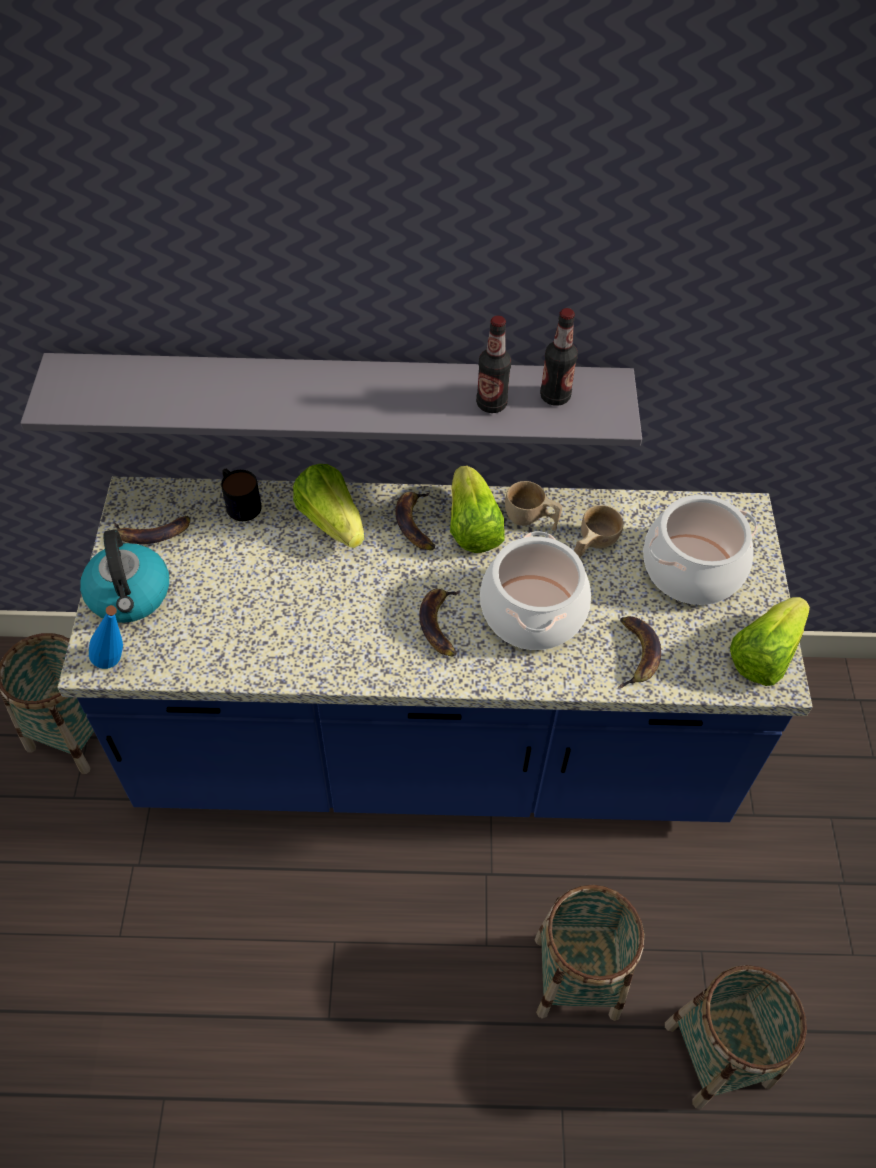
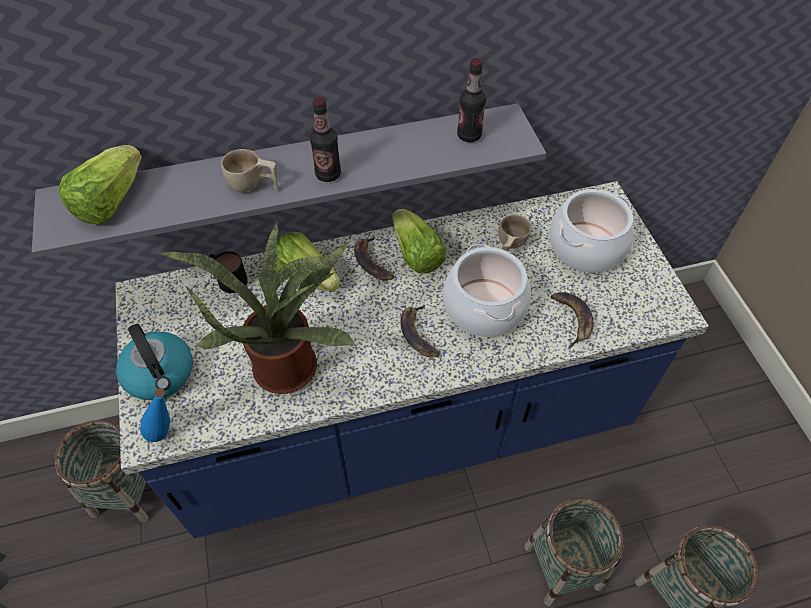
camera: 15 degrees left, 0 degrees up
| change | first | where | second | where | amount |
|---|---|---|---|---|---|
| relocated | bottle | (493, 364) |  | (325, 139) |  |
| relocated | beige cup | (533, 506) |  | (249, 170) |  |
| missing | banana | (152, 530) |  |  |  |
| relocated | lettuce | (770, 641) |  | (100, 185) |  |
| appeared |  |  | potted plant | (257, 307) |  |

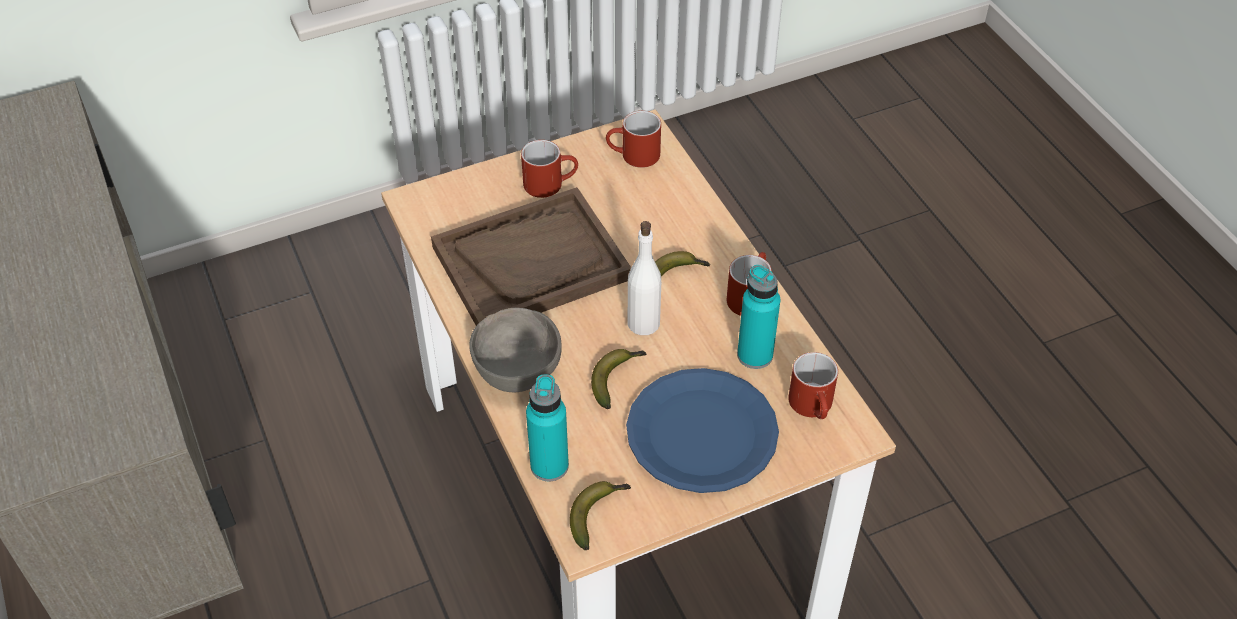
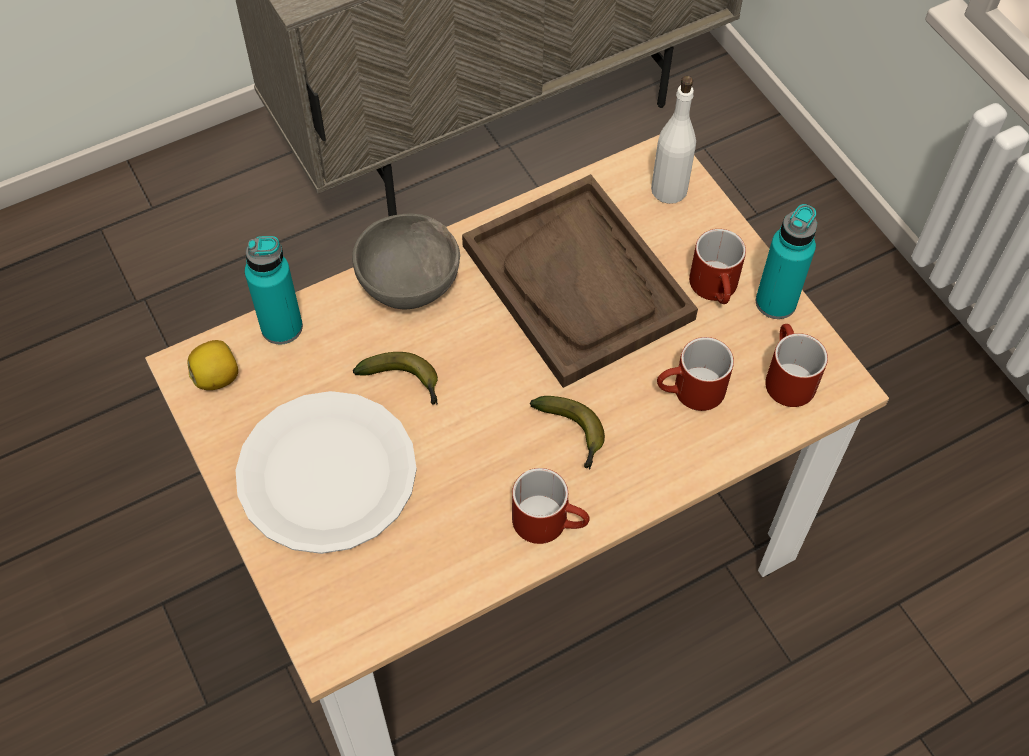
camera: 85 degrees right, 10 degrees up
| change | first | where | second | where | amount |
|---|---|---|---|---|---|
| relocated | white bottle | (644, 278) |  | (673, 140) |  |
| relocated | turquoise bottle | (758, 317) |  | (786, 261) |  |
| relocated | red mug | (813, 385) |  | (695, 374) |  |
| colour | blue plate | (702, 430) | white plate | (326, 472) |  |
| exchanged | banana | (600, 515) | lemon | (213, 365) |  |

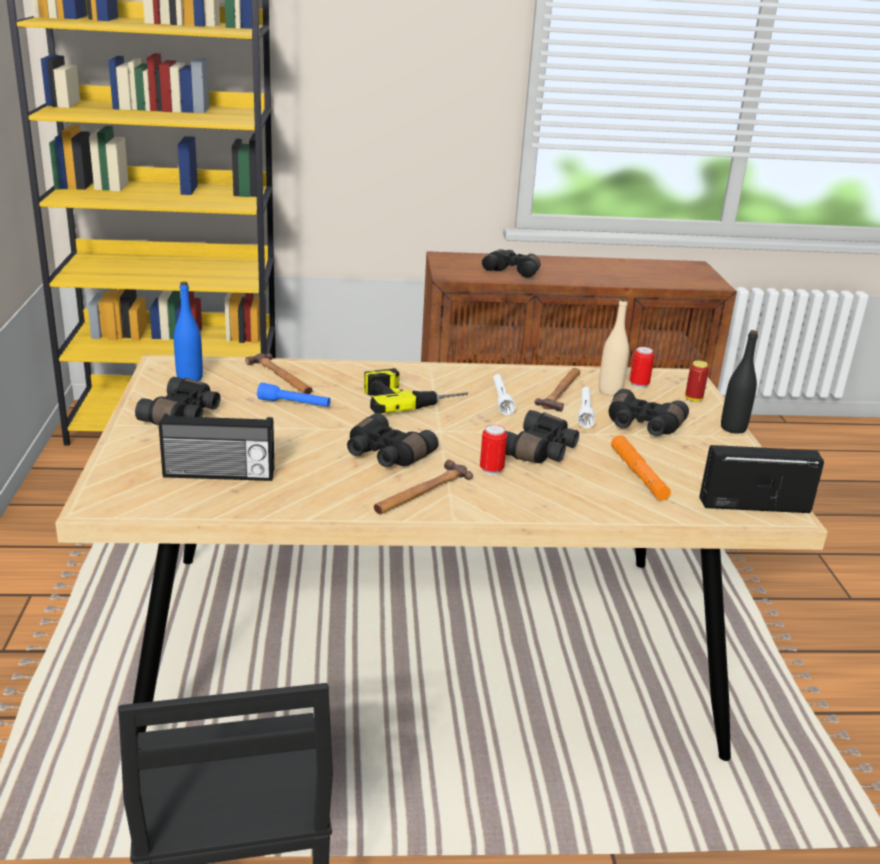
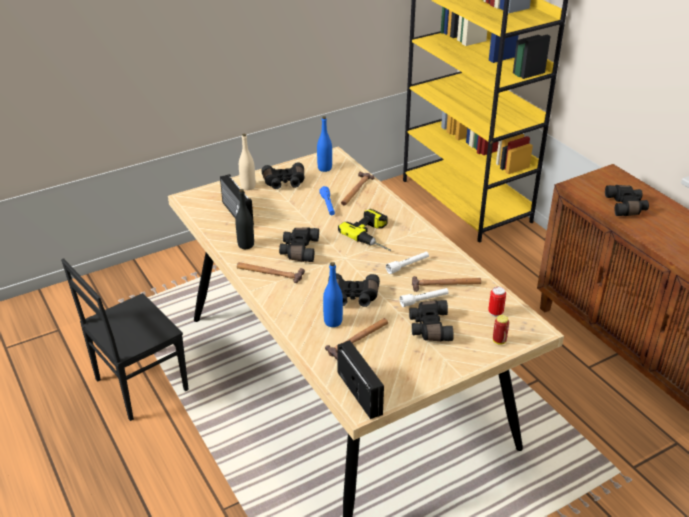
camera: 65 degrees right, 10 degrees up
| change | first | where | second | where | amount |
|---|---|---|---|---|---|
| relocated | beige bottle | (614, 347) |  | (247, 162) |  |
| relocated | black bottle | (739, 382) |  | (245, 219) |  |
| missing | can | (493, 450) |  |  |  |
| exchanged | orange flashlight | (641, 468) | hammer | (356, 339) |  |
| appeared |  |  | blue bottle | (333, 294) |  |

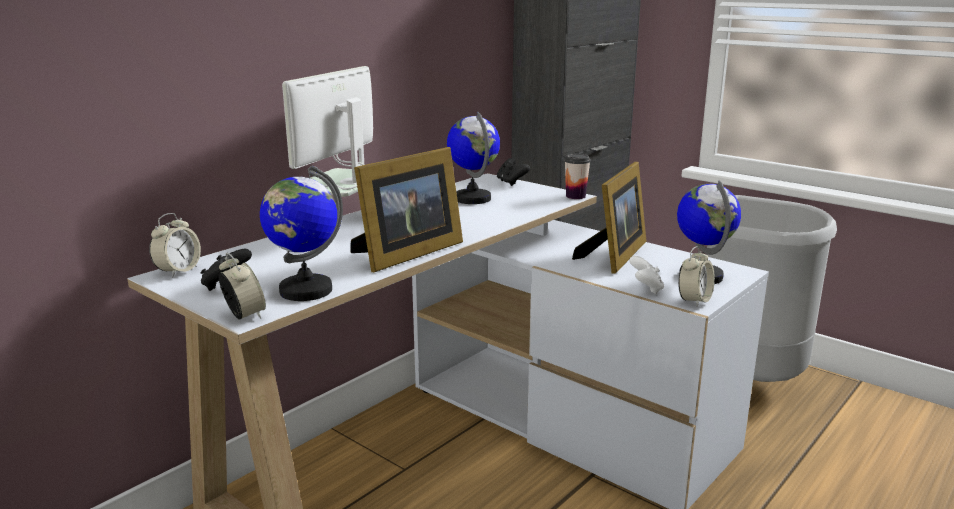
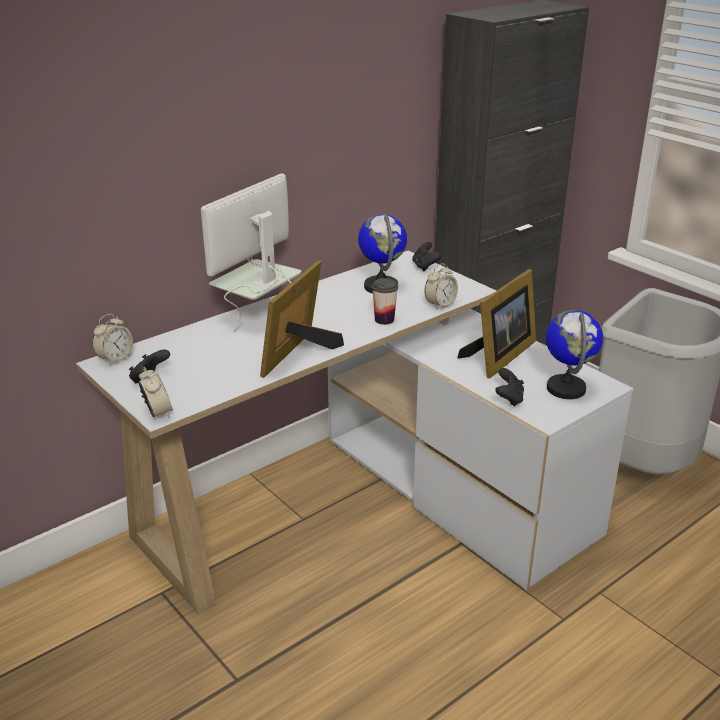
camera: 10 degrees right, 10 degrees up
| change | first | where | second | where | amount |
|---|---|---|---|---|---|
| spun | picture frame | (406, 209) |  | (302, 319) | 150 degrees clockwise |
| relocated | cup | (577, 176) |  | (385, 301) |  |
| missing | globe | (301, 233) |  |  |  |
| relocated | alarm clock | (696, 276) |  | (441, 287) |  |
| colour | white game controller | (646, 275) | black game controller | (509, 387) |  |

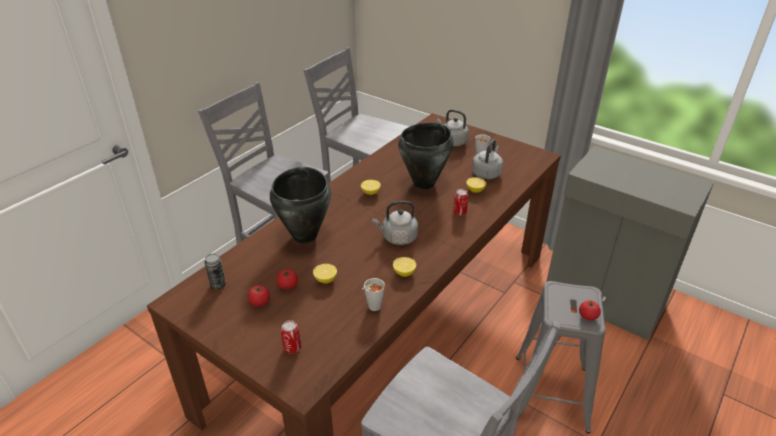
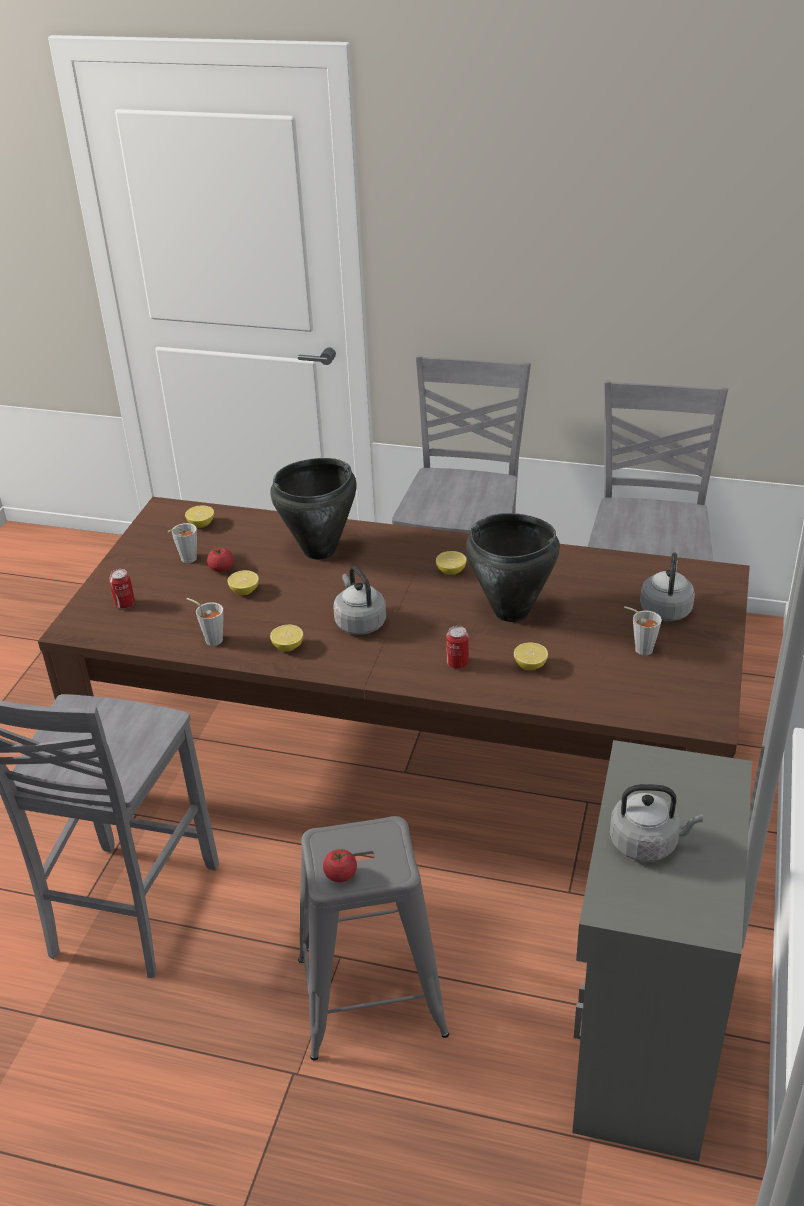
camera: 70 degrees right, 0 degrees up
| change | first | where | second | where | amount |
|---|---|---|---|---|---|
| relocated | grey kettle | (487, 159) |  | (656, 823) |  |
| exchanged | can | (215, 271) | lemon | (199, 517) |  |
| exchanged | tomato | (259, 296) | grey cup | (182, 543) |  |

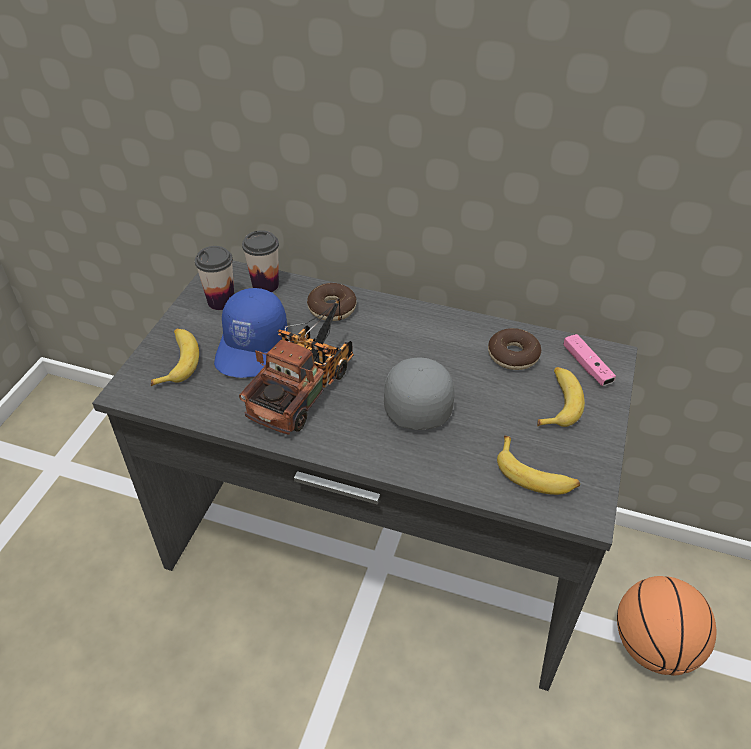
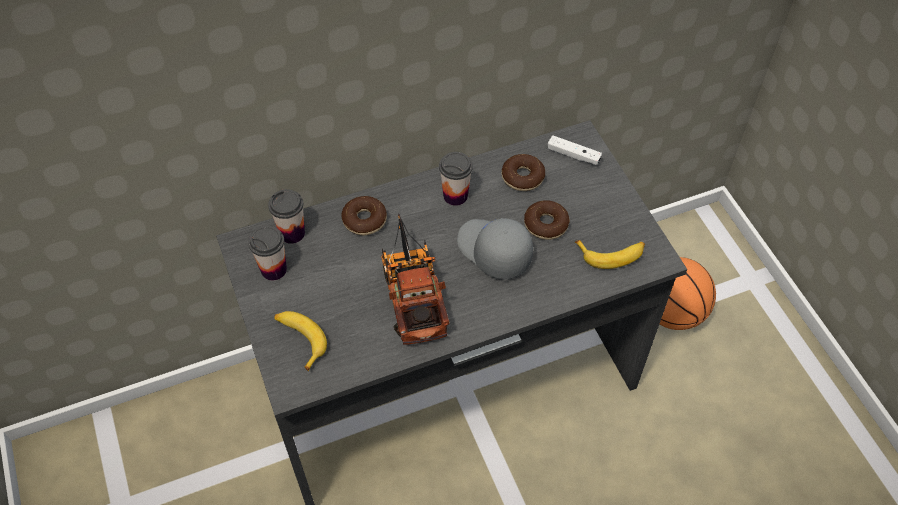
camera: 40 degrees left, 10 degrees up
| change | first | where | second | where | amount |
|---|---|---|---|---|---|
| missing | blue cap | (250, 333) |  |  |  |
| colour | pink game controller | (589, 360) | white game controller | (575, 150) |  |
| missing | banana | (561, 397) |  |  |  |
| appeared |  |  | cup | (456, 179) |  |
| appeared |  |  | donut | (547, 220) |  |

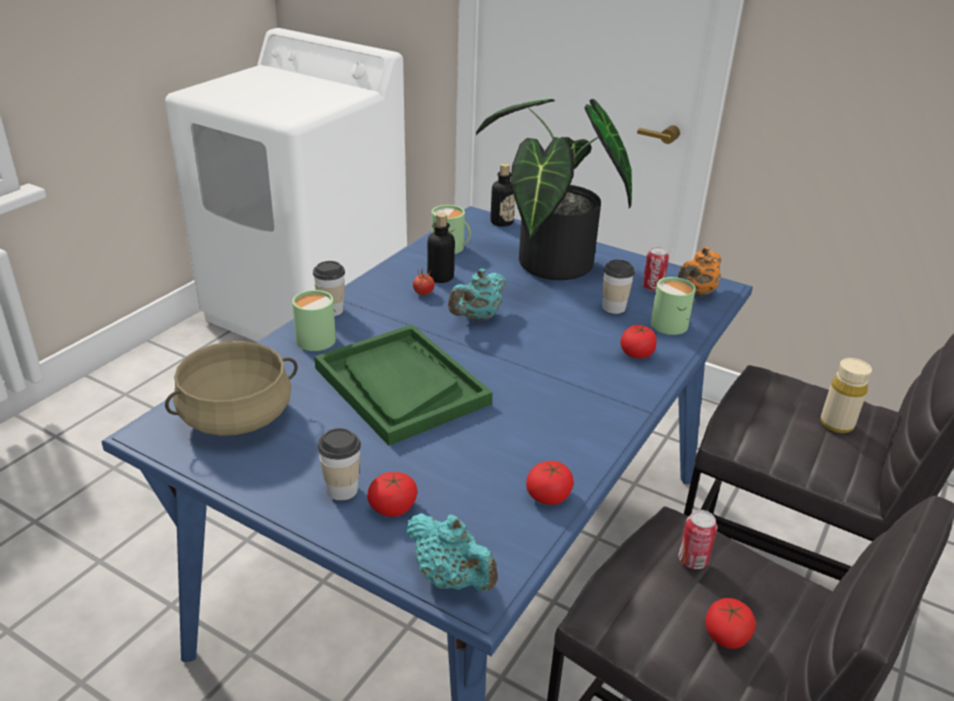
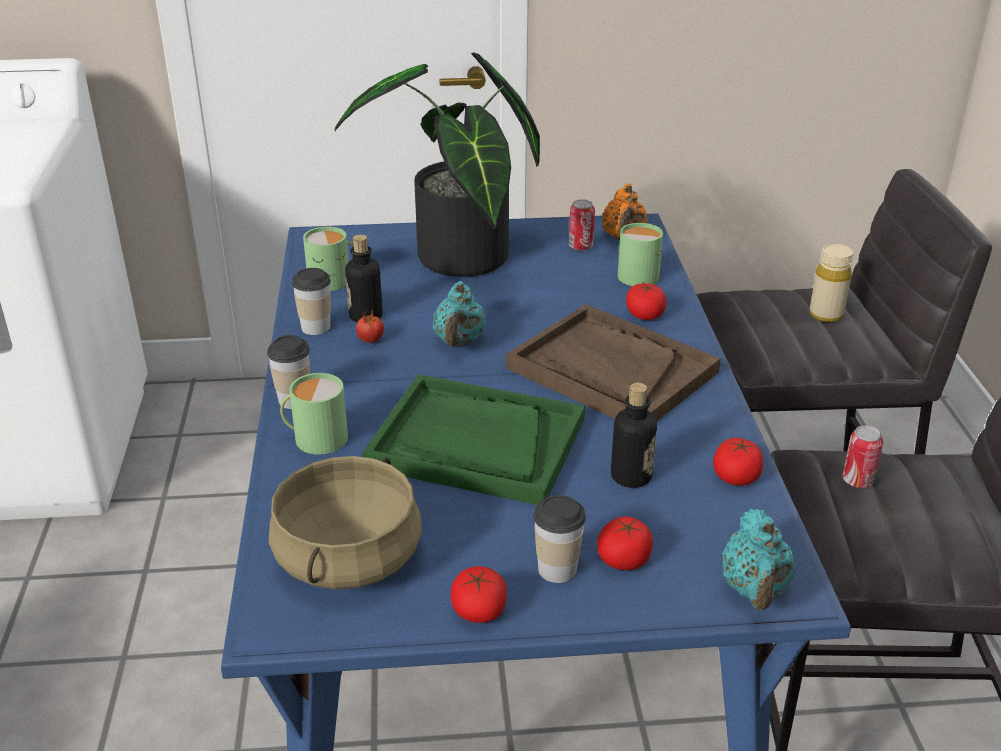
camera: 35 degrees left, 0 degrees up
| change | first | where | second | where | amount |
|---|---|---|---|---|---|
| relocated | bottle | (502, 195) |  | (634, 435) |  |
| relocated | cup | (618, 287) |  | (311, 301) |  |
| spun | turquoise teapot | (451, 552) |  | (758, 559) | 90 degrees clockwise |
| relocated | tomato | (730, 623) |  | (479, 594) |  |
| appeared |  |  | brown tray | (613, 362) |  |

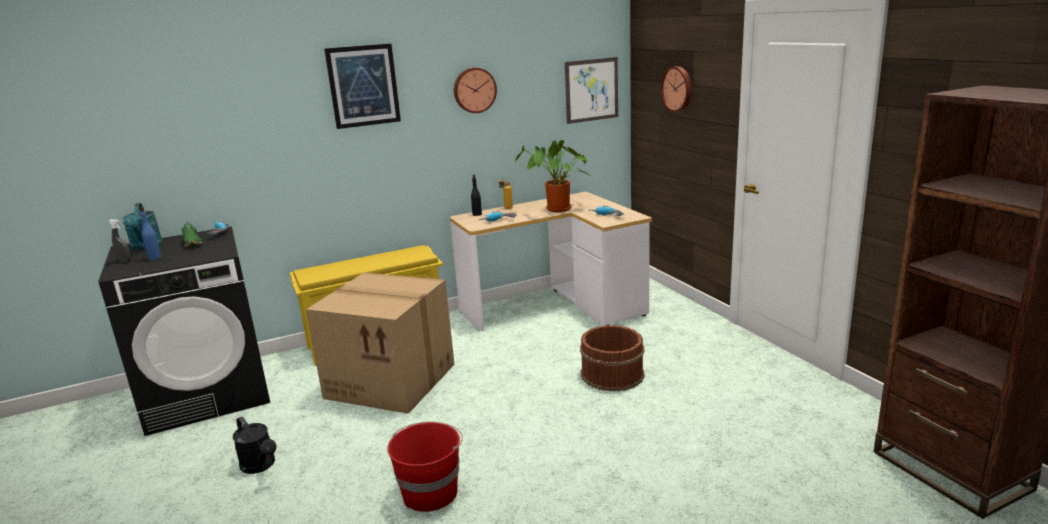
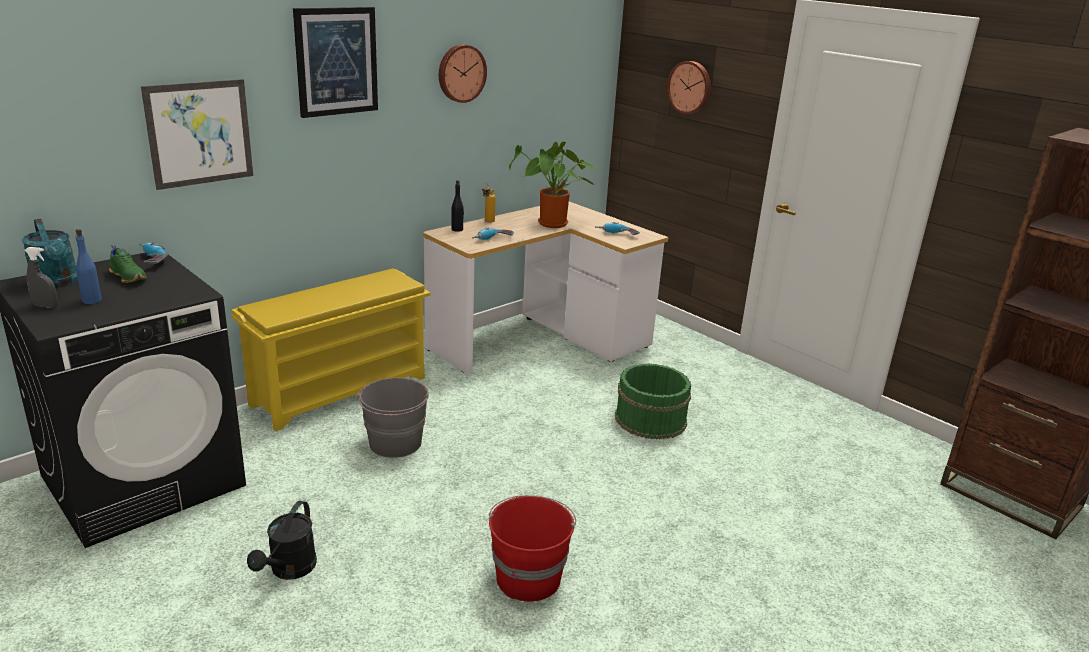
camera: 20 degrees left, 5 degrees up
| change | first | where | second | where | amount |
|---|---|---|---|---|---|
| relocated | picture | (591, 90) |  | (197, 134) |  |
| exchanged | cardboard box | (380, 343) | grey bucket | (393, 418) |  |
| colour | brown bucket | (612, 358) | green bucket | (653, 401) |  |
| spun | black watering can | (254, 445) |  | (282, 540) | 75 degrees clockwise |

